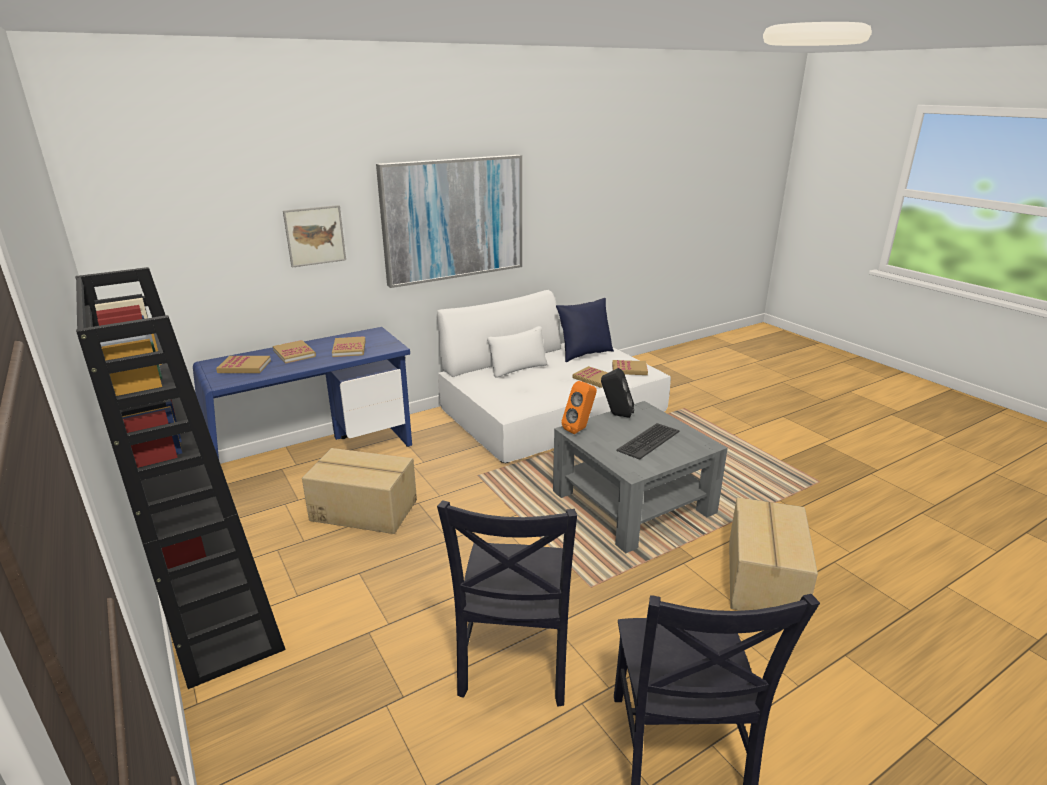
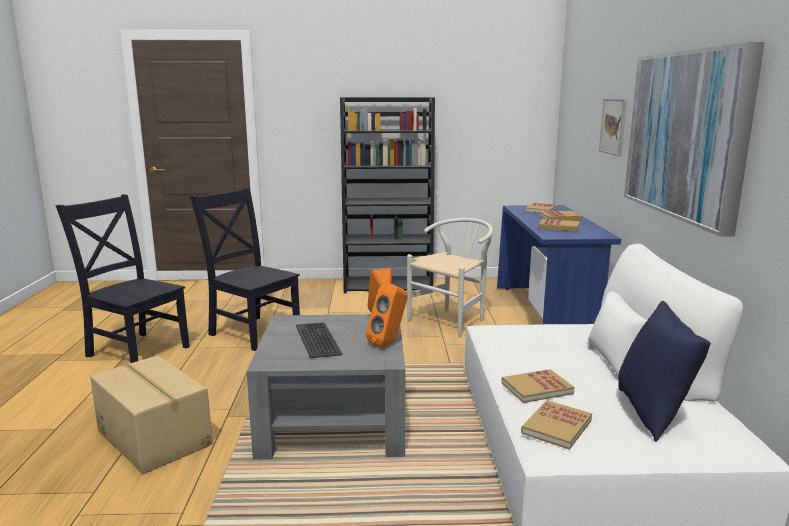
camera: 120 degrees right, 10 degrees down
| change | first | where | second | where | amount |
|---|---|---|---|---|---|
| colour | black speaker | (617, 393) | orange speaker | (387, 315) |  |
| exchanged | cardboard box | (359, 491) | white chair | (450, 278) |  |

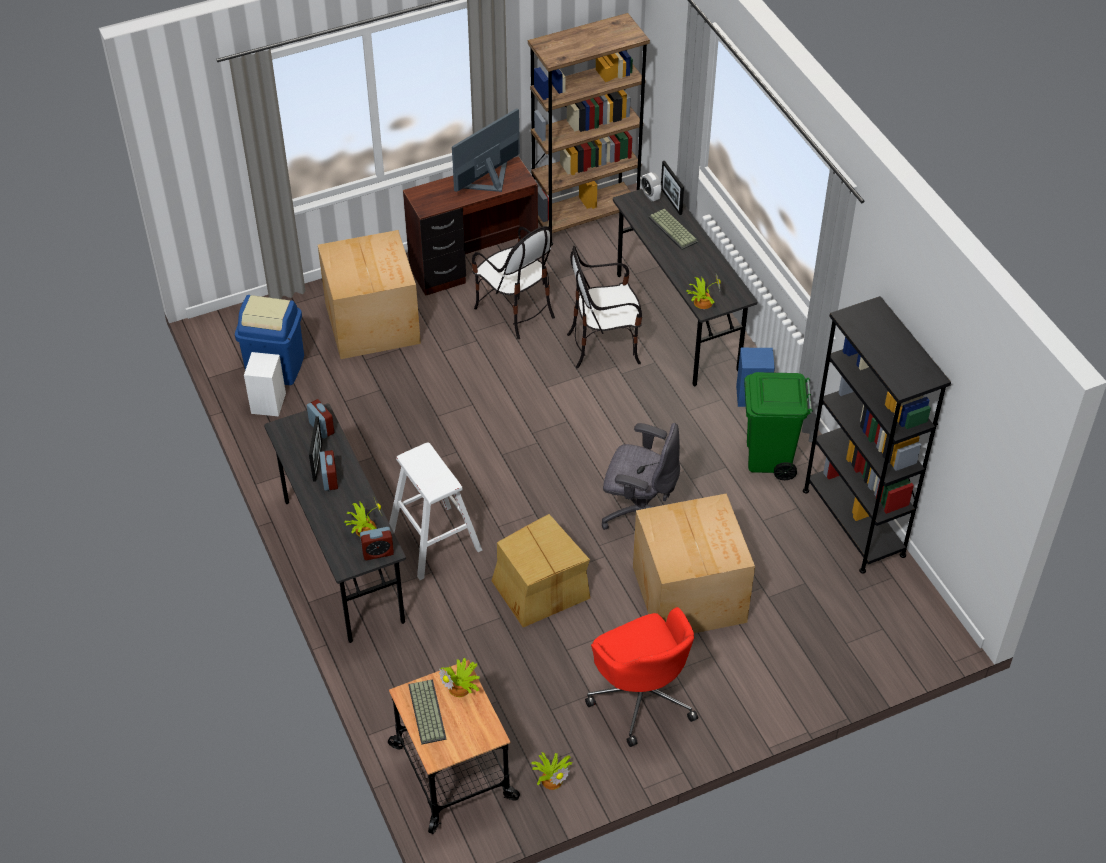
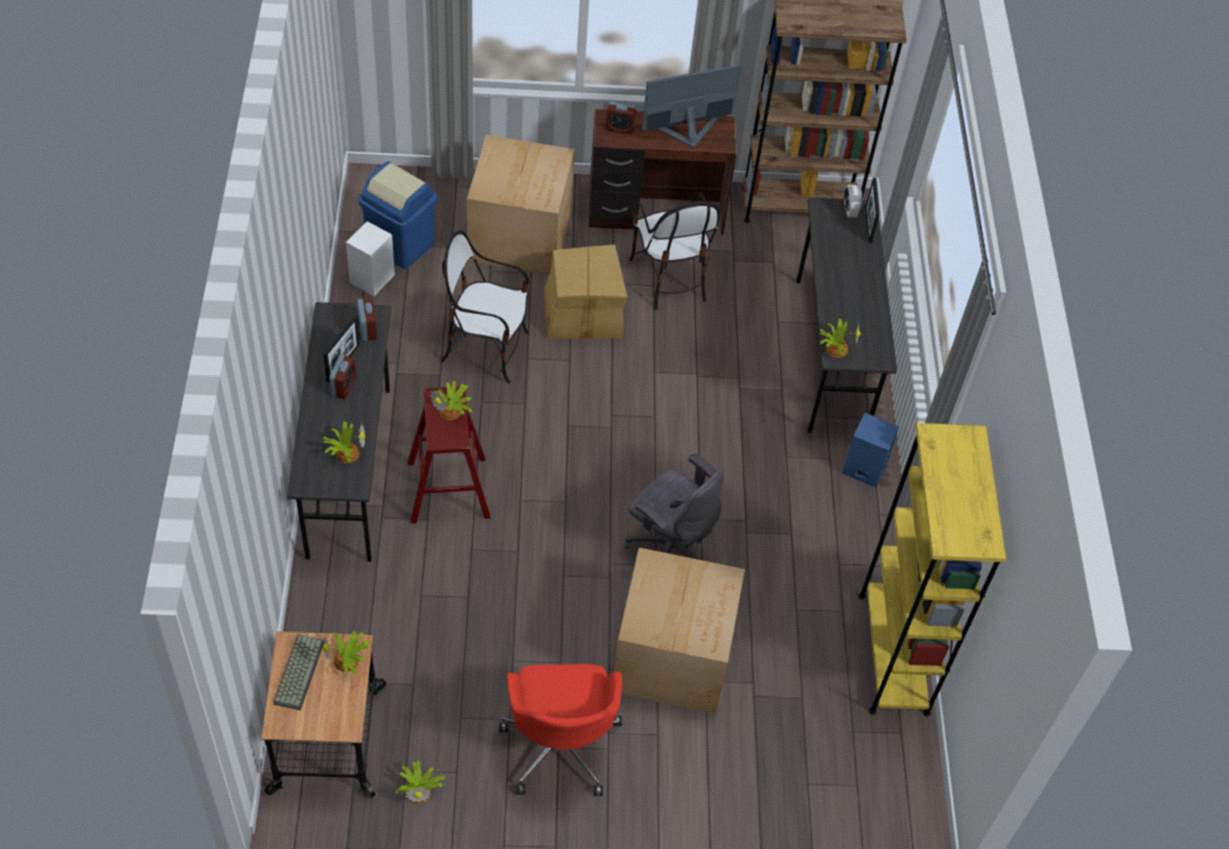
camera: 20 degrees right, 5 degrees up
| change | first | where | second | where | amount |
|---|---|---|---|---|---|
| missing | keyboard | (673, 229) |  |  |  |
| relocated | chair | (604, 307) |  | (485, 307) |  |
| colour | black bookcase | (877, 434) | yellow bookcase | (932, 570) |  |
| missing | green trash can | (778, 426) |  |  |  |
| colour | white stool | (435, 511) | red stool | (449, 455) |  |
| relocated | cardboard box | (540, 570) |  | (585, 291) |  |
| relocated | alarm clock | (377, 543) |  | (621, 117) |  |
| appeared |  |  | potted plant | (451, 400) |  |

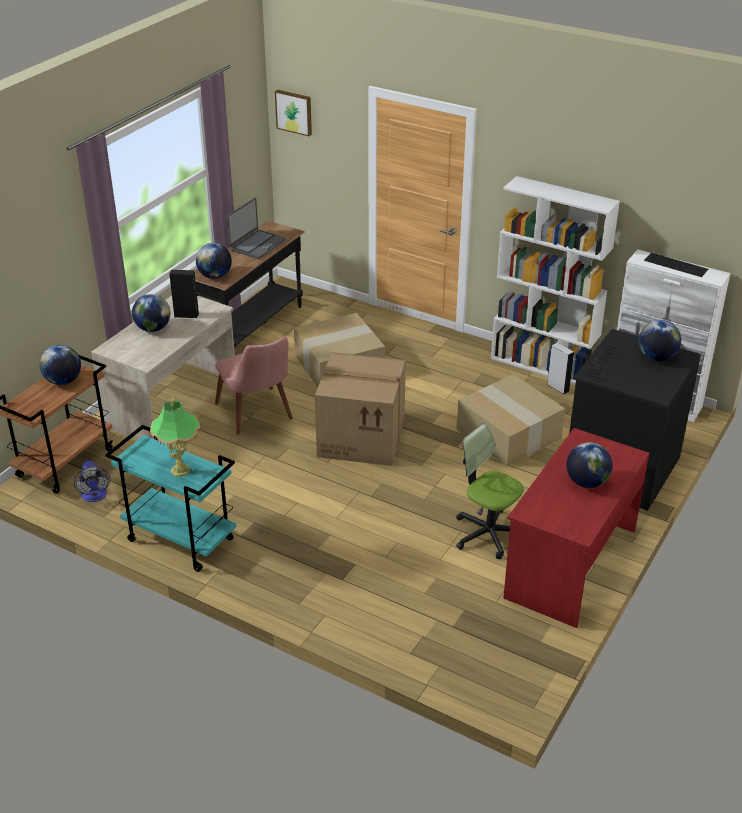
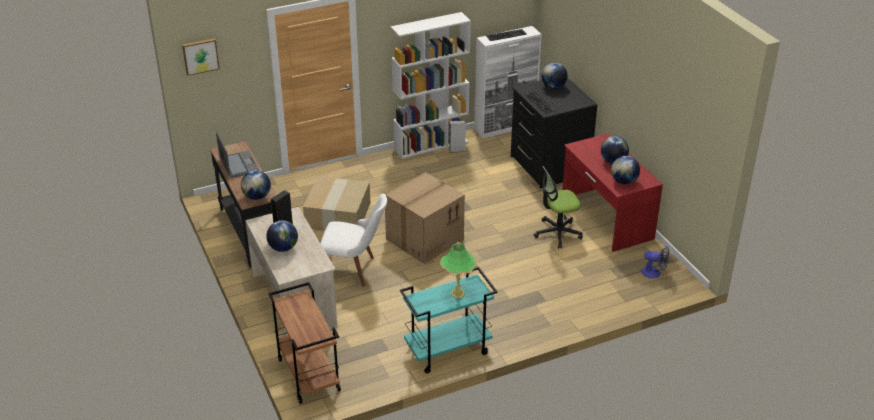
camera: 55 degrees left, 0 degrees up
| change | first | where | second | where | amount |
|---|---|---|---|---|---|
| colour | pink chair | (254, 385) | white chair | (353, 240) |  |
| relocated | globe | (60, 365) |  | (625, 170) |  |
| missing | cardboard box | (510, 420) |  |  |  |
| relocated | fan | (92, 481) |  | (655, 262) |  |

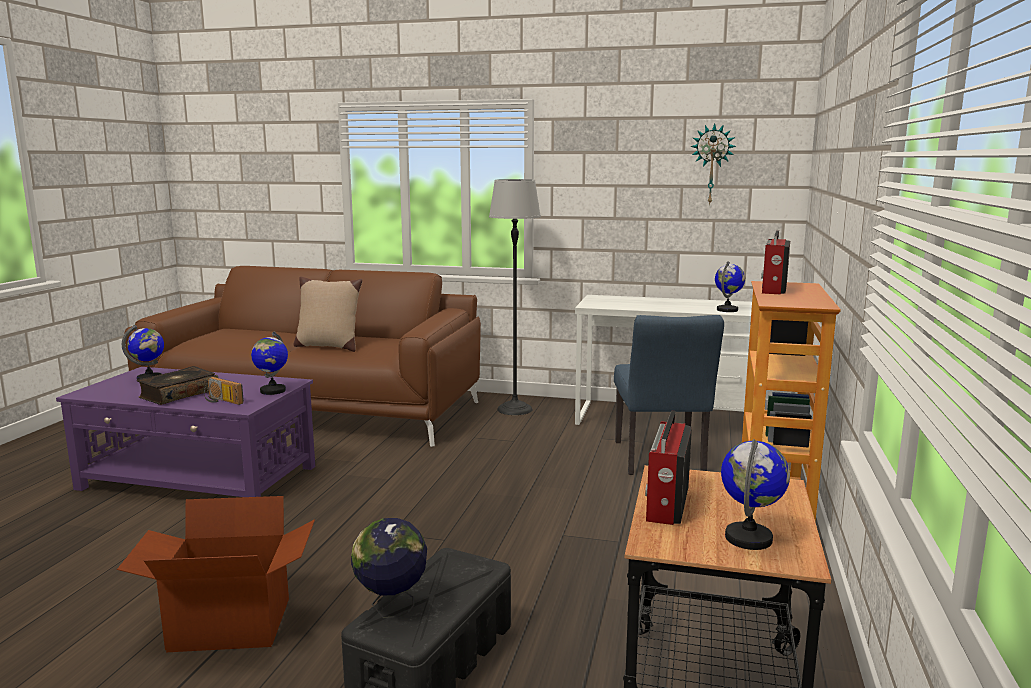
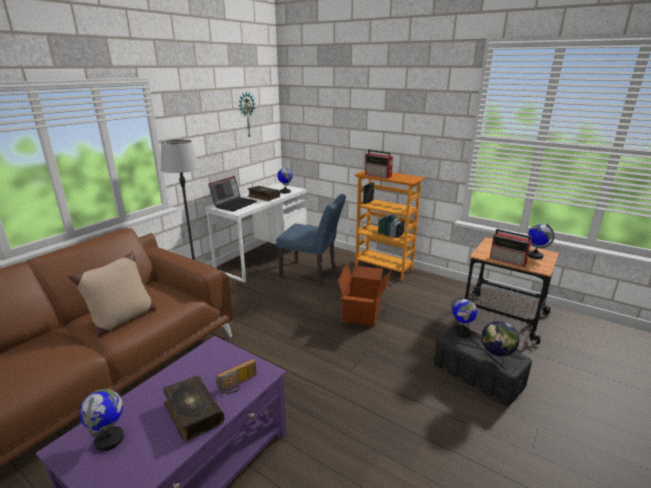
camera: 70 degrees left, 10 degrees up
| change | first | where | second | where | amount |
|---|---|---|---|---|---|
| relocated | globe | (269, 363) |  | (464, 316) |  |
| relocated | cardboard box | (216, 574) |  | (364, 295) |  |
| appeared |  |  | laptop | (232, 193) |  |
| appeared |  |  | book | (264, 193) |  |

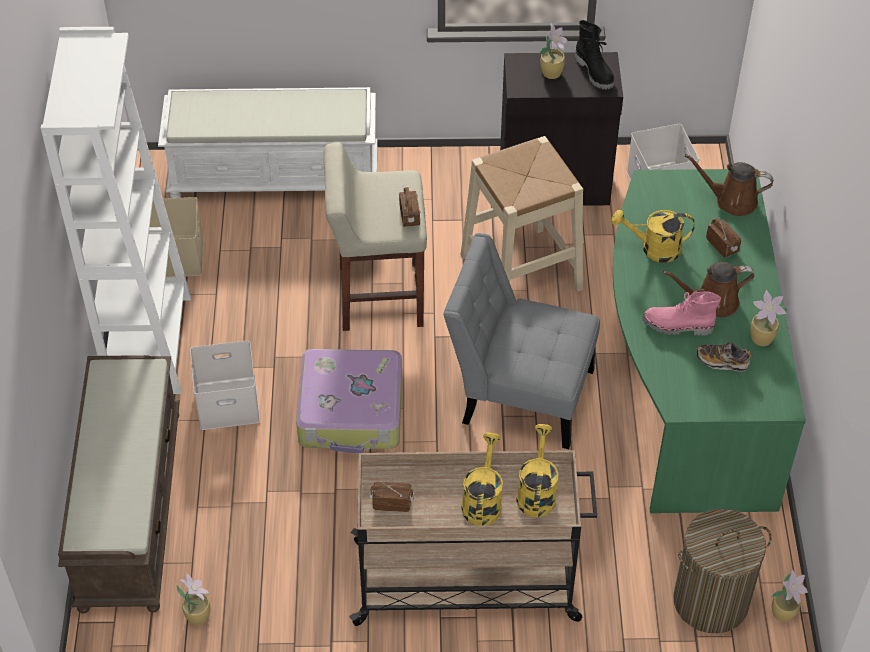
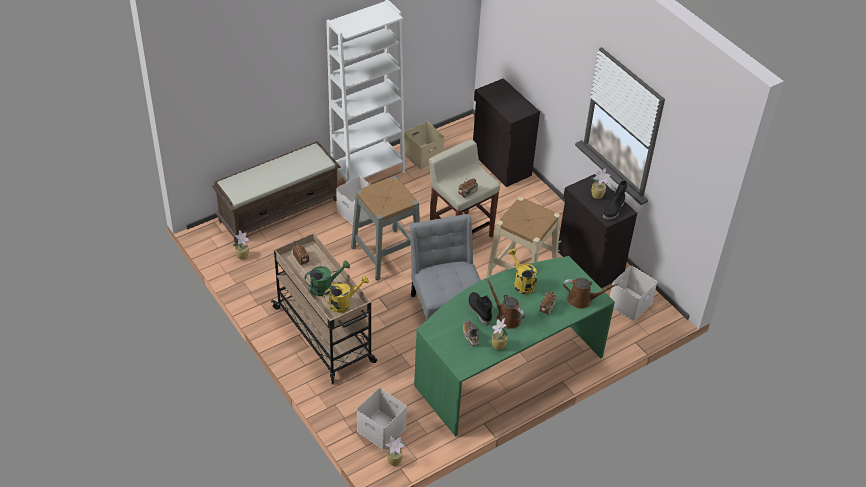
camera: 55 degrees right, 5 degrees down
| change | first | where | second | where | amount |
|---|---|---|---|---|---|
| exchanged | white bench | (268, 142) | black cabinet | (506, 132) |  |
| spun | brown watering can | (729, 185) |  | (590, 293) | 120 degrees clockwise |
| colour | pink boot | (681, 313) | black boot | (480, 309) |  |
| exchanged | suitcase | (349, 401) | grey stool | (385, 228) |  |
| colour | yellow watering can | (482, 479) | green watering can | (327, 278) |  |
| exchanged | laundry basket | (722, 571) | white storage box | (382, 419) |  |

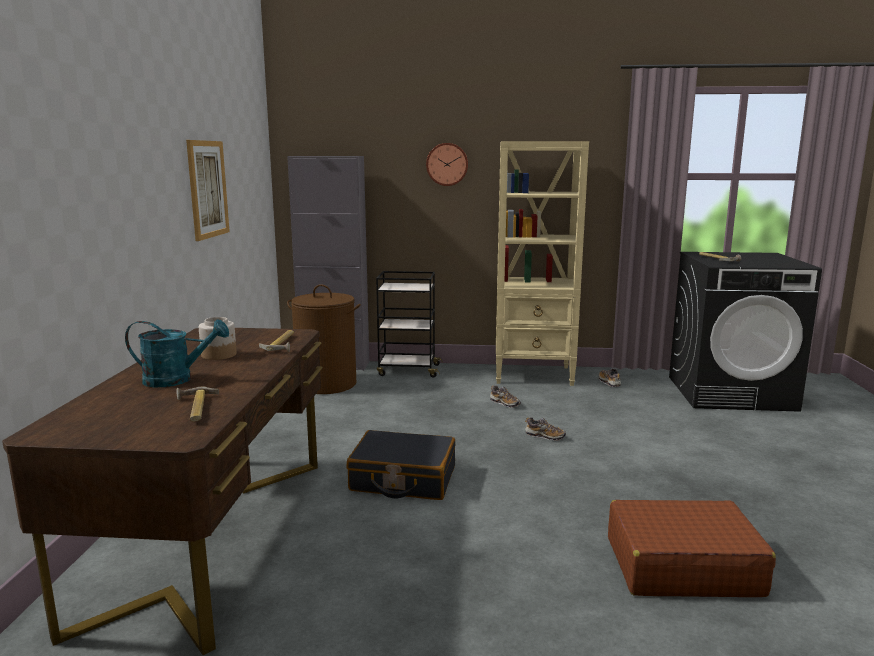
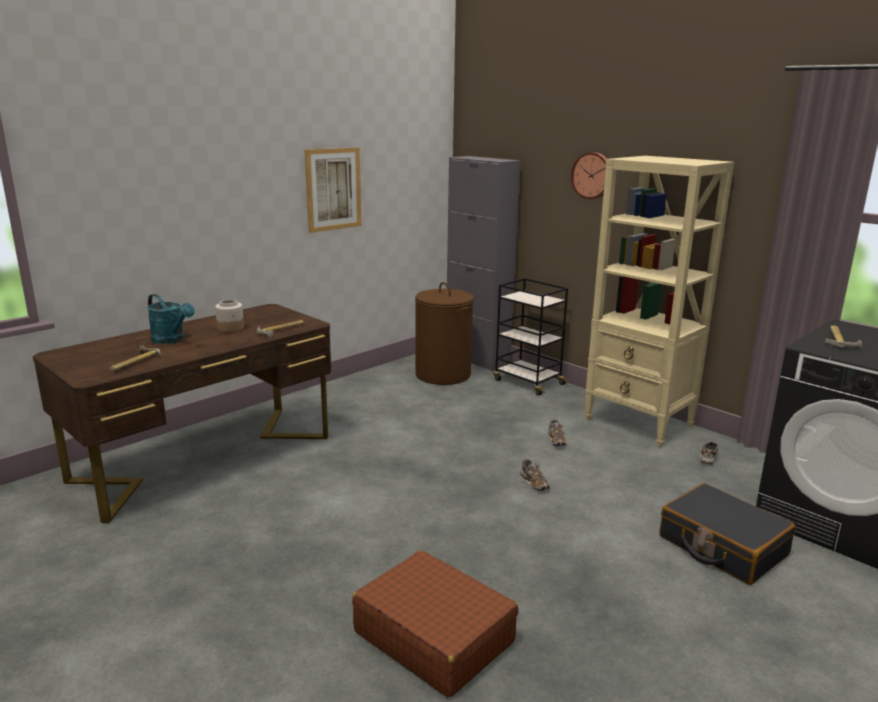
camera: 40 degrees right, 5 degrees up
| change | first | where | second | where | amount |
|---|---|---|---|---|---|
| relocated | black suitcase | (400, 465) |  | (728, 534) |  |

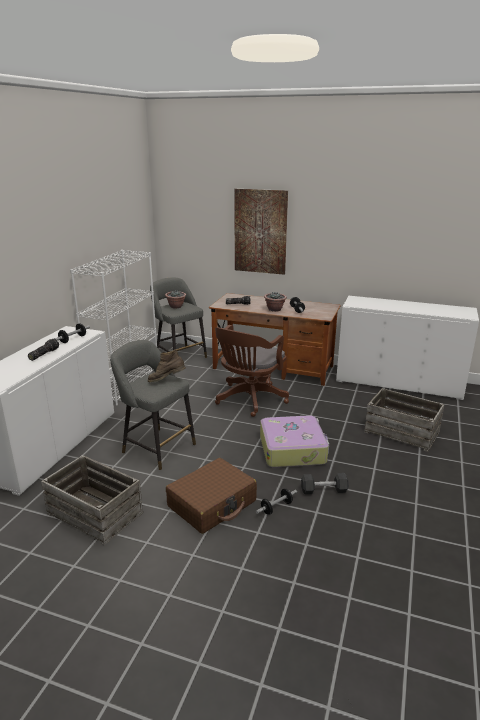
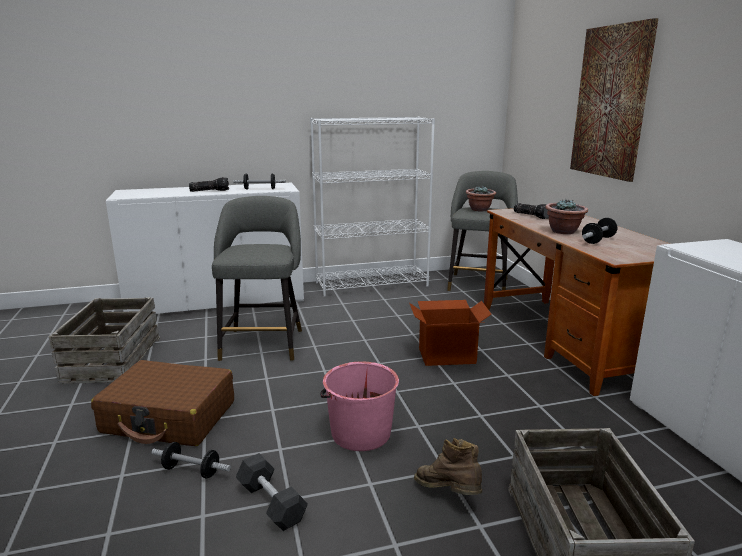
camera: 55 degrees right, 5 degrees down
| change | first | where | second | where | amount |
|---|---|---|---|---|---|
| exchanged | brown office chair | (252, 371) | cardboard box | (450, 333) |  |
| relocated | brown boot | (167, 365) |  | (448, 466) |  |
| exchanged | suitcase | (294, 441) | pink bucket | (359, 406) |  |

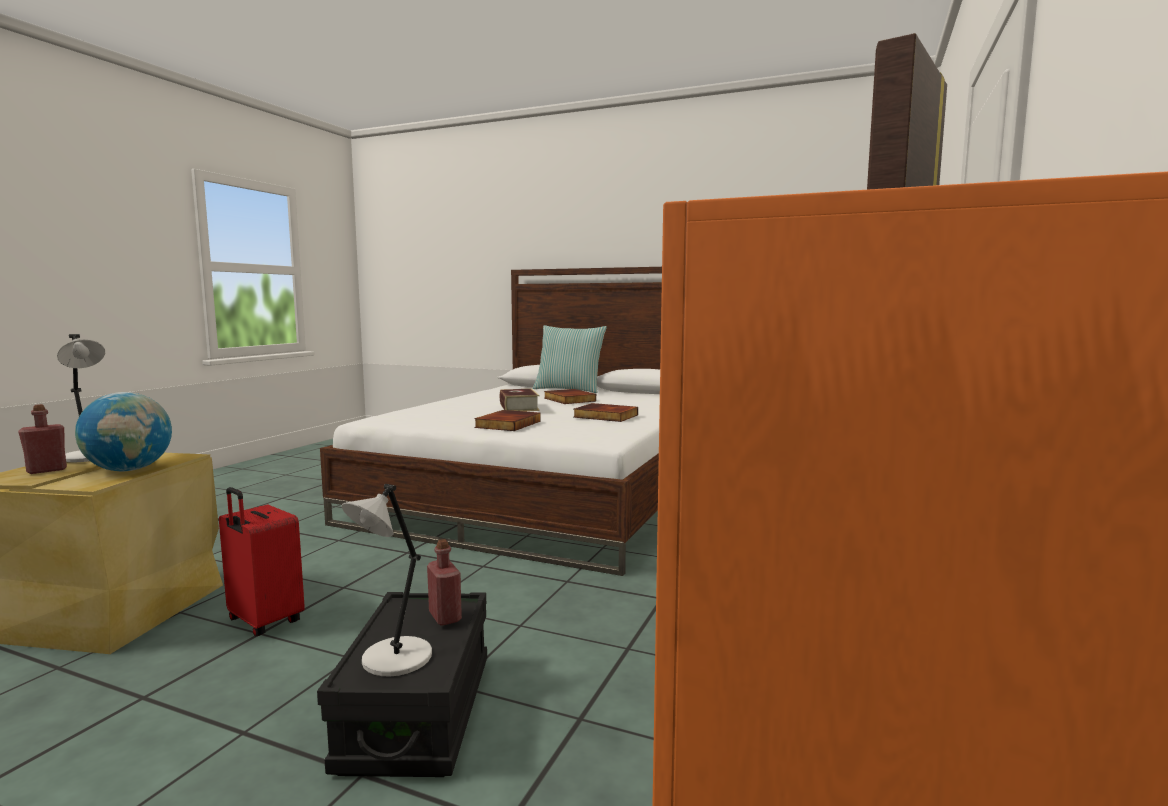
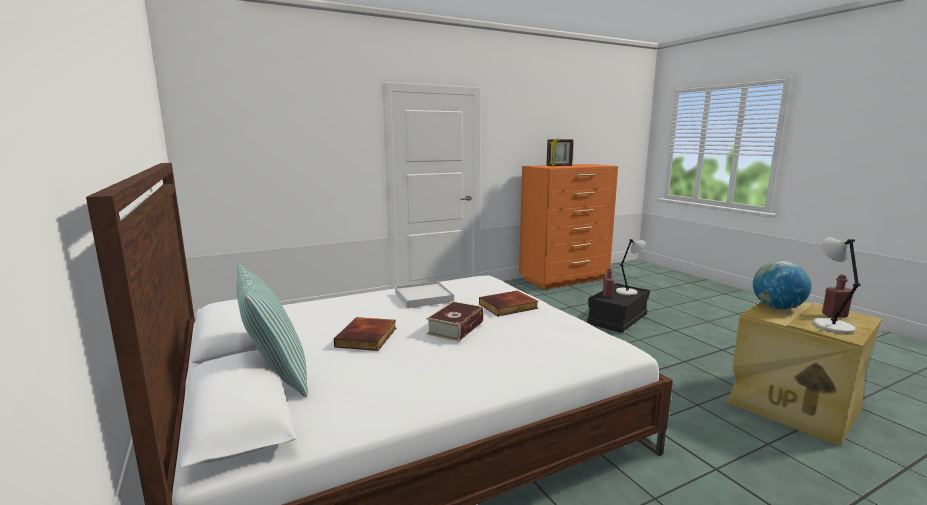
camera: 140 degrees left, 5 degrees up
| change | first | where | second | where | amount |
|---|---|---|---|---|---|
| exchanged | book | (605, 412) | white tray | (424, 294) |  |
| missing | red suitcase | (262, 562) |  |  |  |

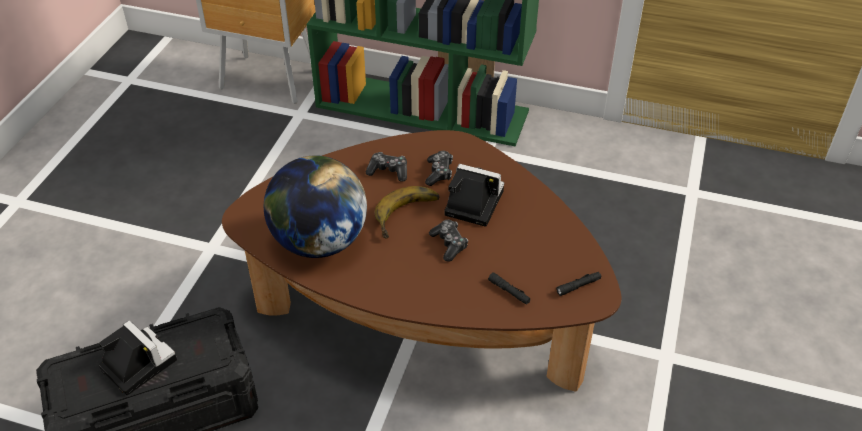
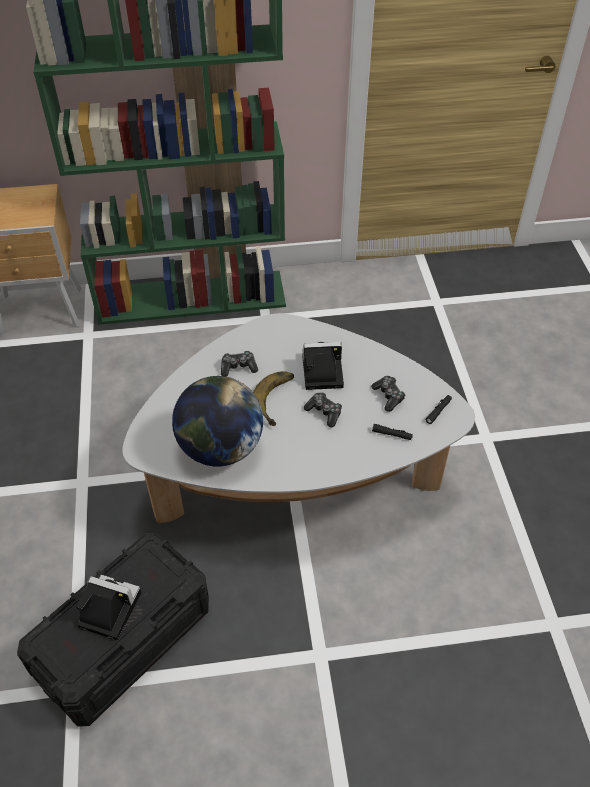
camera: 25 degrees left, 5 degrees up
| change | first | where | second | where | amount |
|---|---|---|---|---|---|
| colour | brown coffee table | (422, 261) | white coffee table | (298, 418) |  |
| relocated | game controller | (439, 168) |  | (388, 394) |  |

